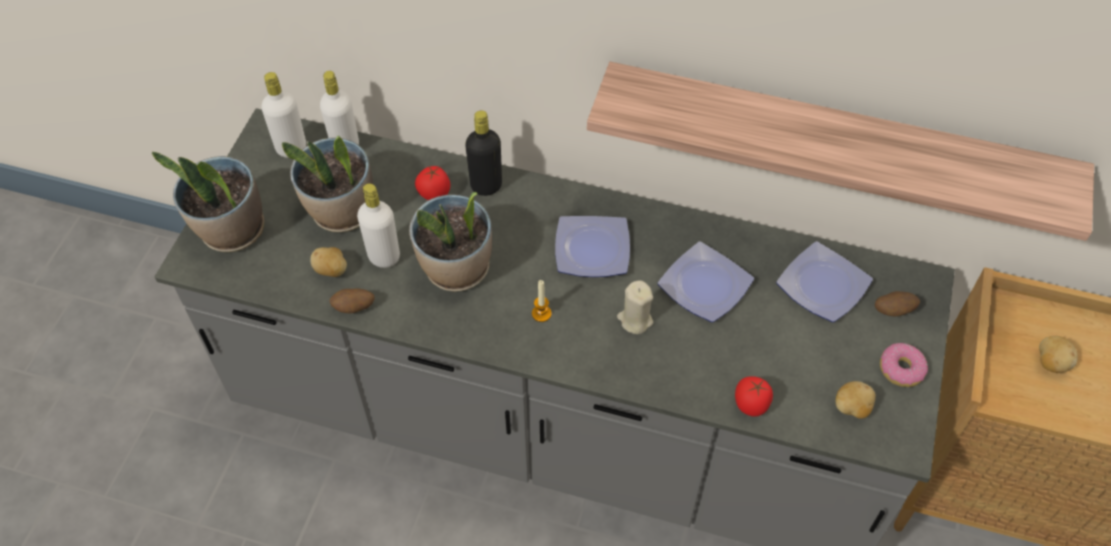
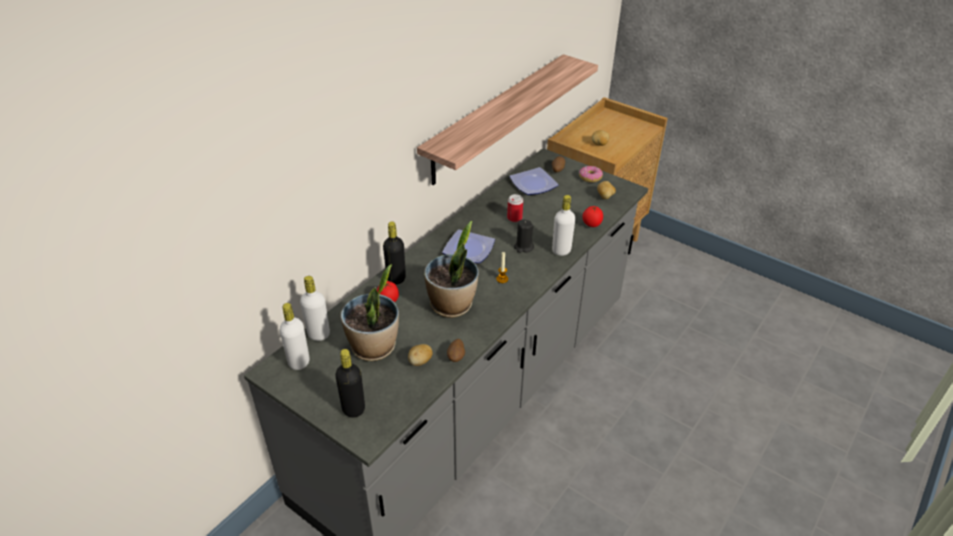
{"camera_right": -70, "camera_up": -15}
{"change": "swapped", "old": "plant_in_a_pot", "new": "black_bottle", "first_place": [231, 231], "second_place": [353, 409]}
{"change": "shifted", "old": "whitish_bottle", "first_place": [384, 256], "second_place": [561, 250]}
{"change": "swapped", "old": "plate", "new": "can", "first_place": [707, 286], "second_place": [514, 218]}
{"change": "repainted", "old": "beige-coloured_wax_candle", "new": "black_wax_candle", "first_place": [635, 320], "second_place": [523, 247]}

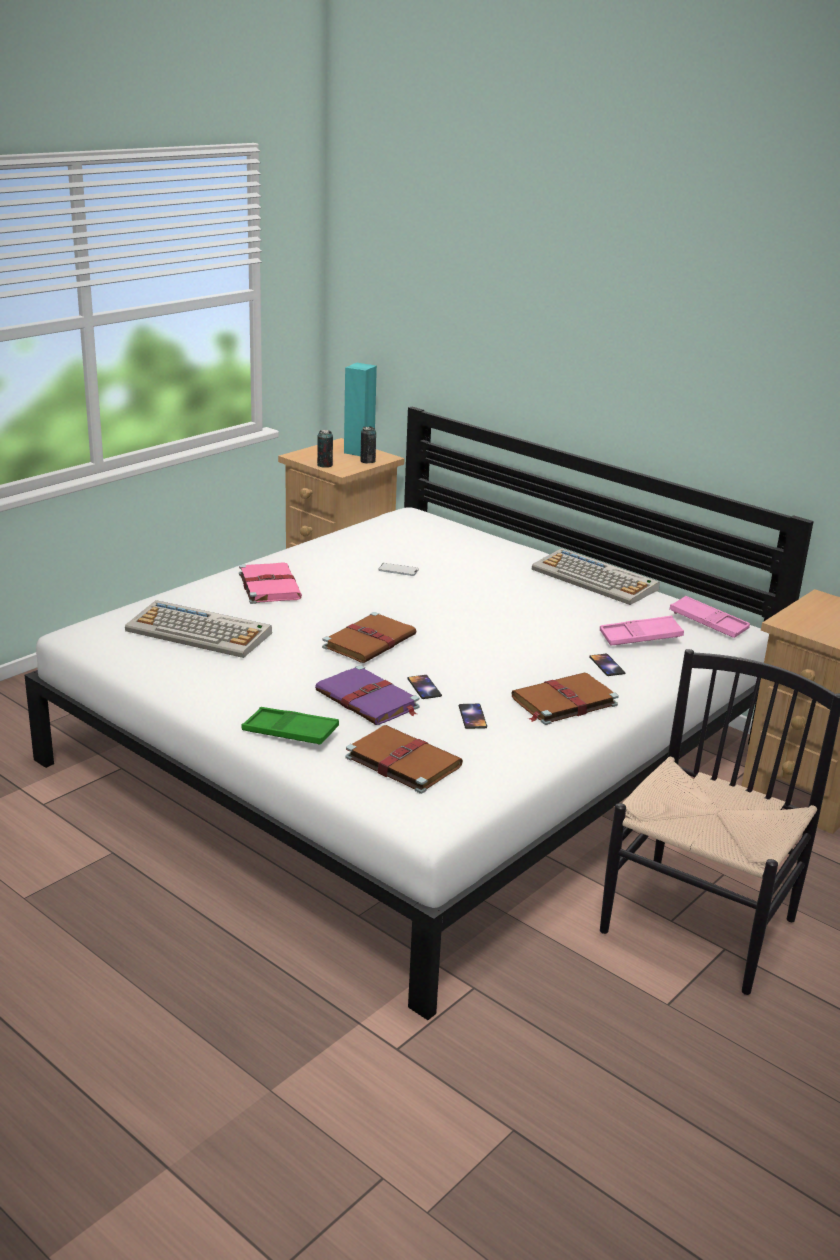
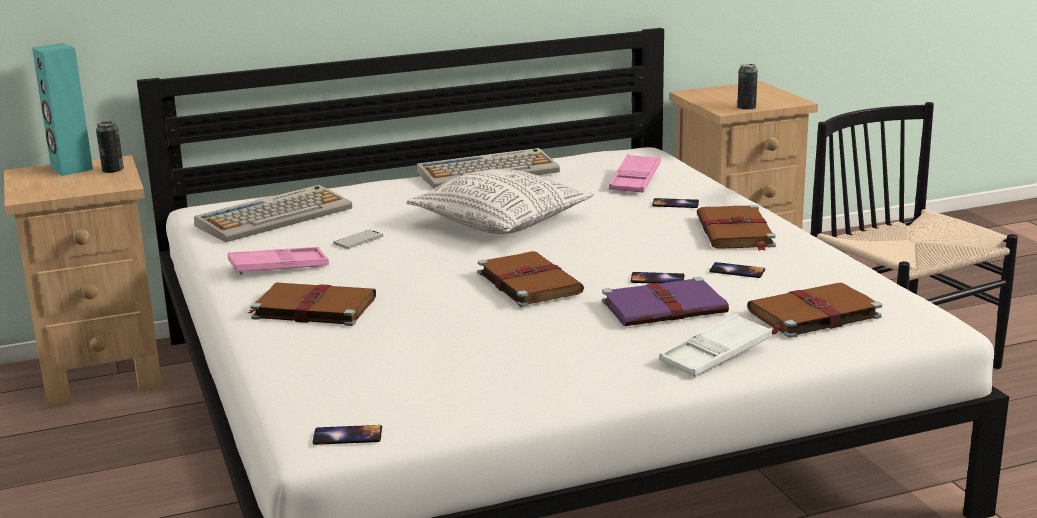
{"camera_right": -60, "camera_up": -5}
{"change": "shifted", "old": "can", "first_place": [324, 465], "second_place": [746, 107]}
{"change": "repainted", "old": "pink_book", "new": "brown-coloured_book", "first_place": [269, 585], "second_place": [312, 308]}
{"change": "shifted", "old": "pink_serving_tray", "first_place": [708, 622], "second_place": [278, 267]}
{"change": "shifted", "old": "computer_keyboard", "first_place": [200, 632], "second_place": [275, 216]}
{"change": "repainted", "old": "green-coloured_serving_tray", "new": "whitish_serving_tray", "first_place": [290, 732], "second_place": [715, 354]}
{"change": "new", "new": "pillow", "second_place": [501, 222]}
{"change": "new", "new": "handset", "second_place": [347, 435]}

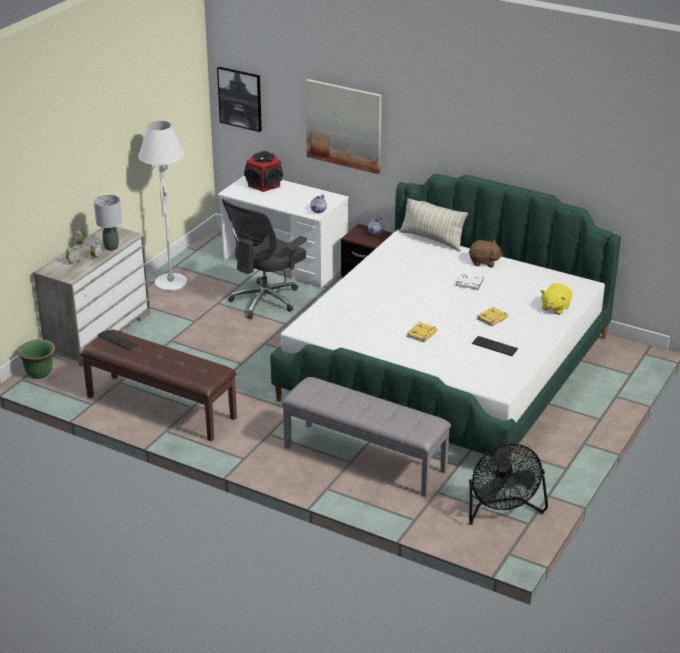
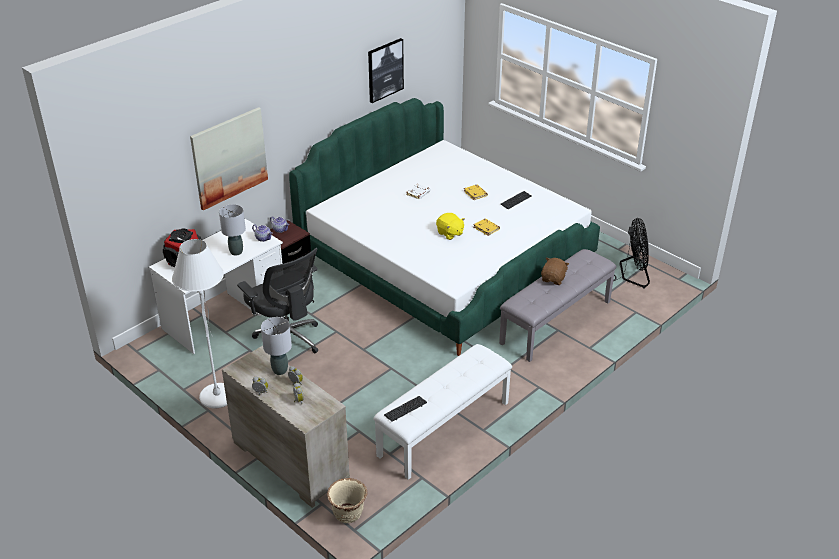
{"camera_right": -75, "camera_up": 5}
{"change": "shifted", "old": "picture", "first_place": [240, 98], "second_place": [385, 70]}
{"change": "gone", "old": "pillow", "first_place": [432, 239]}
{"change": "shifted", "old": "brown-coloured_plush_toy", "first_place": [484, 262], "second_place": [553, 279]}
{"change": "shifted", "old": "yellow_plush_toy", "first_place": [555, 307], "second_place": [450, 233]}
{"change": "repainted", "old": "brown-coloured_long_seat", "new": "whitish_long_seat", "first_place": [160, 407], "second_place": [444, 429]}
{"change": "repainted", "old": "green-coloured_plant_pot", "new": "beige-coloured_plant_pot", "first_place": [39, 373], "second_place": [348, 514]}
{"change": "new", "new": "grey_table_lamp", "second_place": [236, 252]}

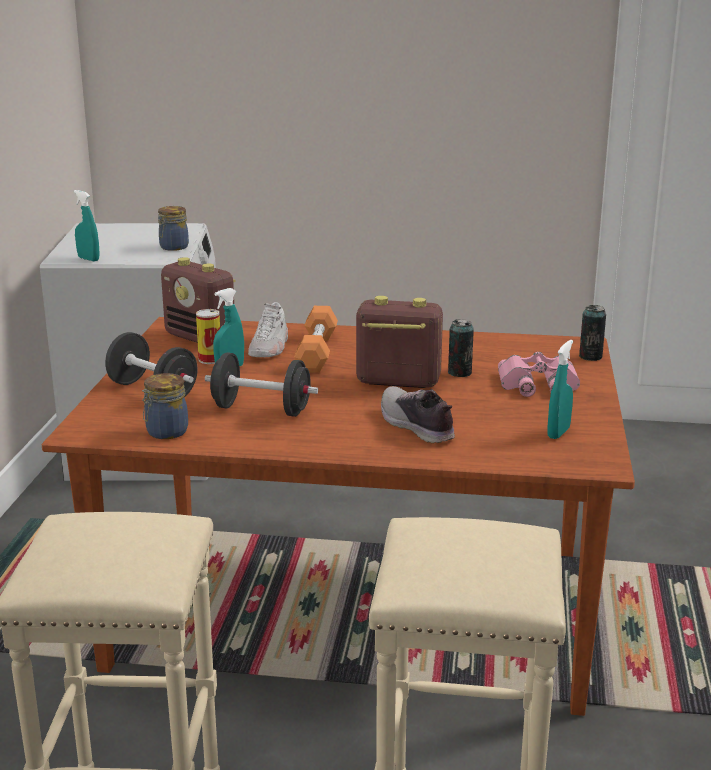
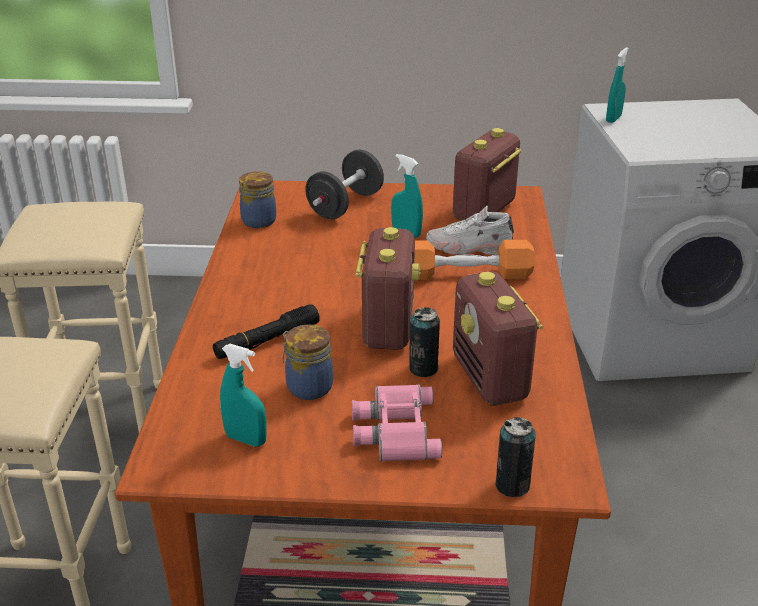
{"camera_right": 85, "camera_up": 10}
{"change": "shifted", "old": "jar", "first_place": [173, 247], "second_place": [307, 387]}
{"change": "gone", "old": "can", "first_place": [210, 359]}
{"change": "gone", "old": "black_dumbbell", "first_place": [261, 410]}
{"change": "swapped", "old": "shoe", "new": "black_hand_torch", "first_place": [415, 426], "second_place": [267, 341]}
{"change": "new", "new": "radio_receiver", "second_place": [490, 379]}

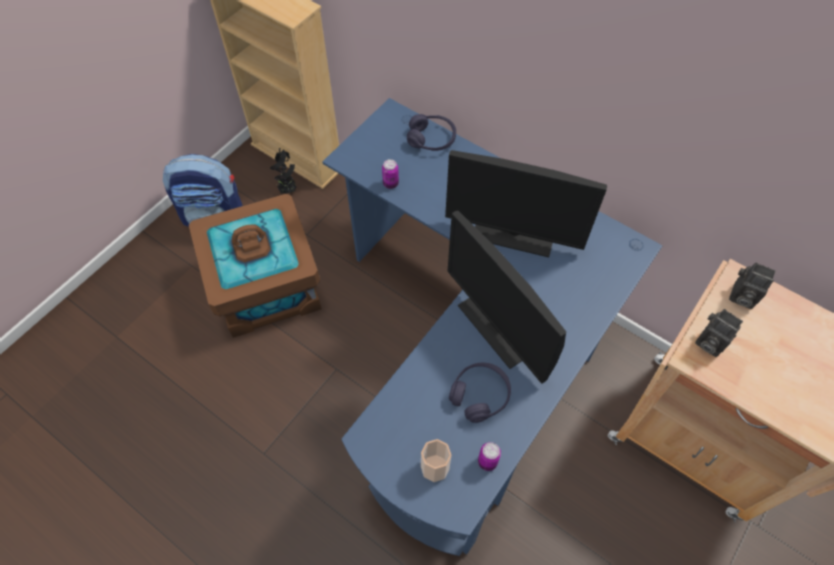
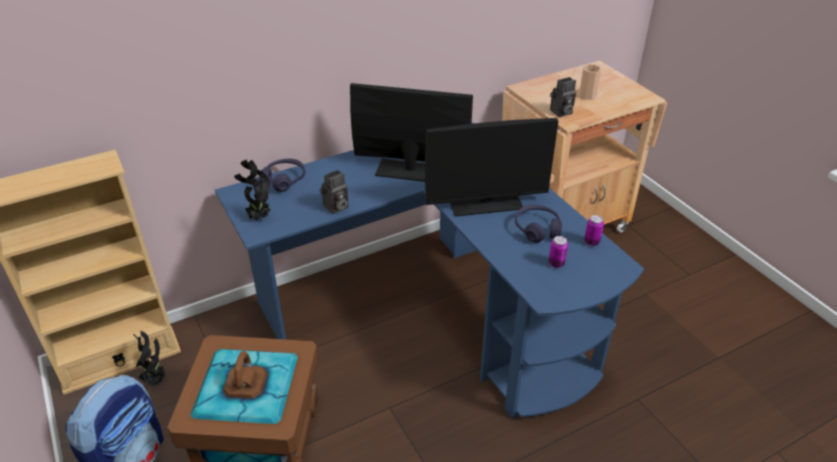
{"camera_right": -65, "camera_up": -20}
{"change": "rotated", "old": "monitor", "first_place": [513, 234], "second_place": [410, 171], "degrees": -120}
{"change": "shifted", "old": "can", "first_place": [390, 184], "second_place": [556, 263]}
{"change": "shifted", "old": "still_camera", "first_place": [740, 297], "second_place": [335, 207]}
{"change": "shifted", "old": "small_cup", "first_place": [435, 467], "second_place": [587, 95]}
{"change": "new", "new": "plant_in_a_pot", "second_place": [258, 218]}

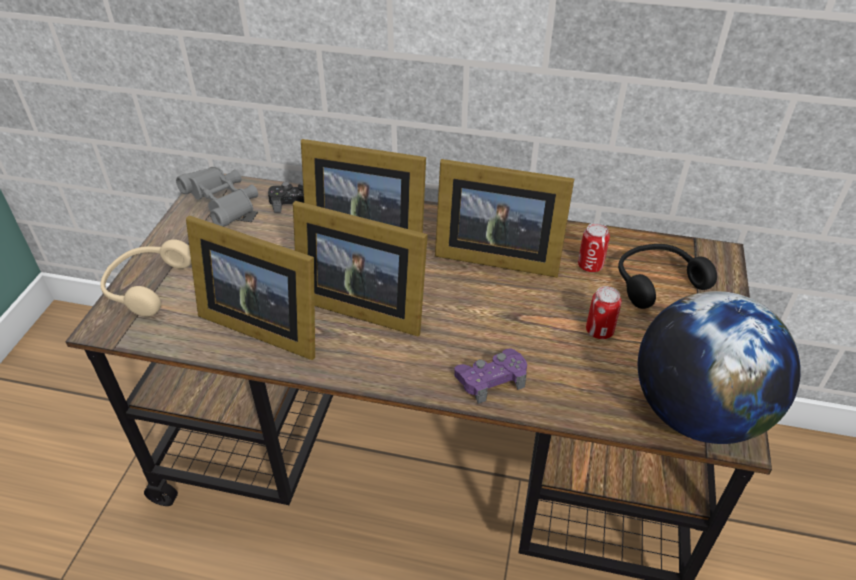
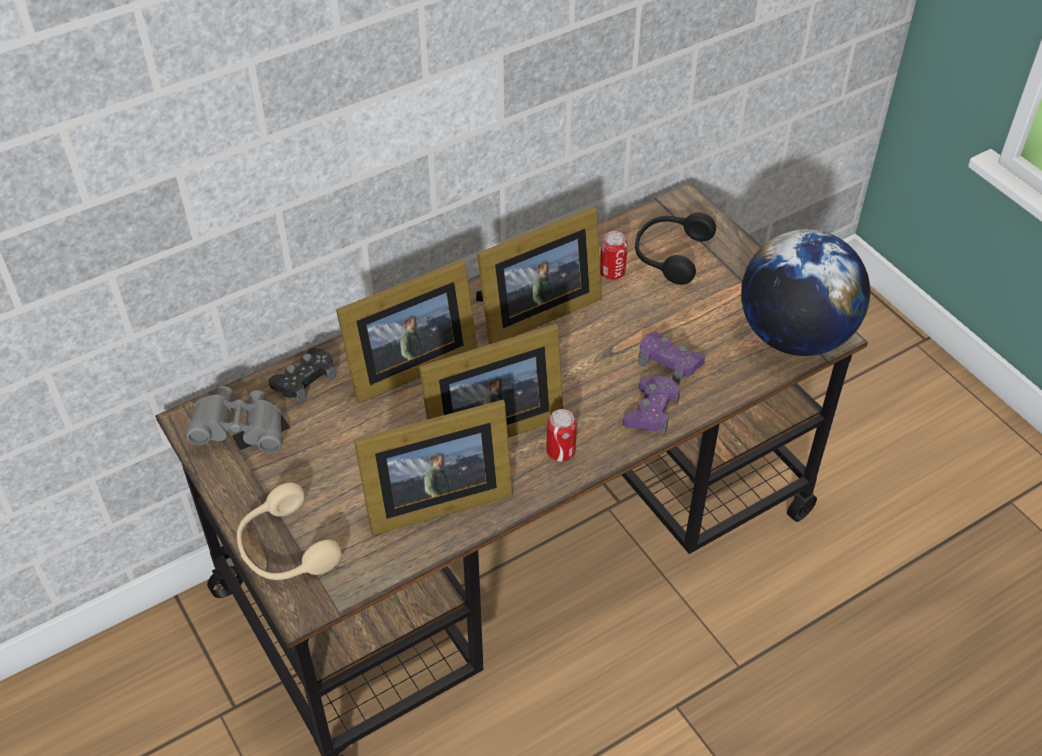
{"camera_right": -45, "camera_up": 5}
{"change": "shifted", "old": "can", "first_place": [599, 331], "second_place": [560, 452]}
{"change": "new", "new": "purple_gamepad", "second_place": [669, 362]}

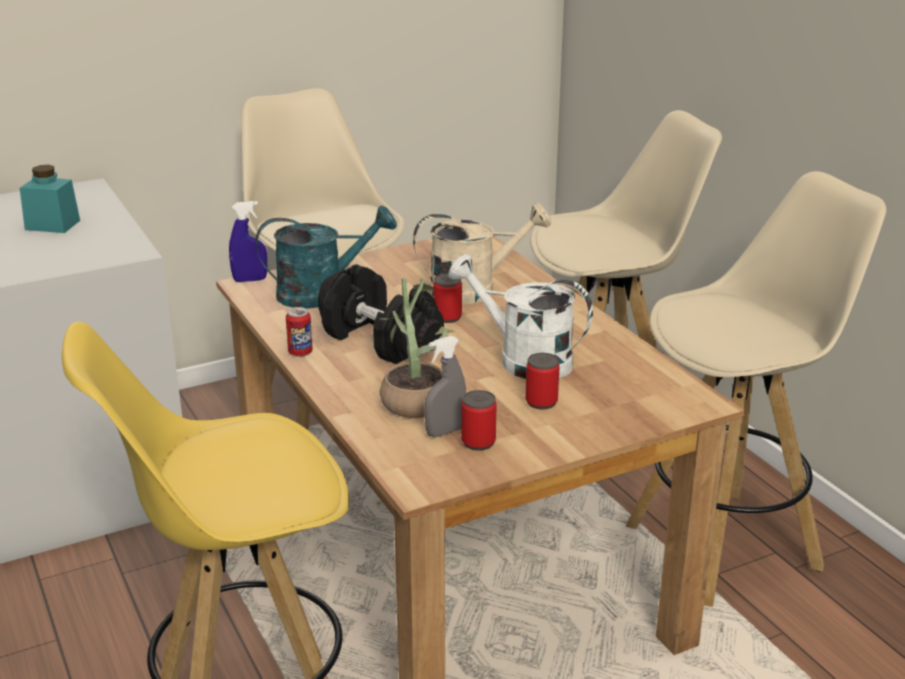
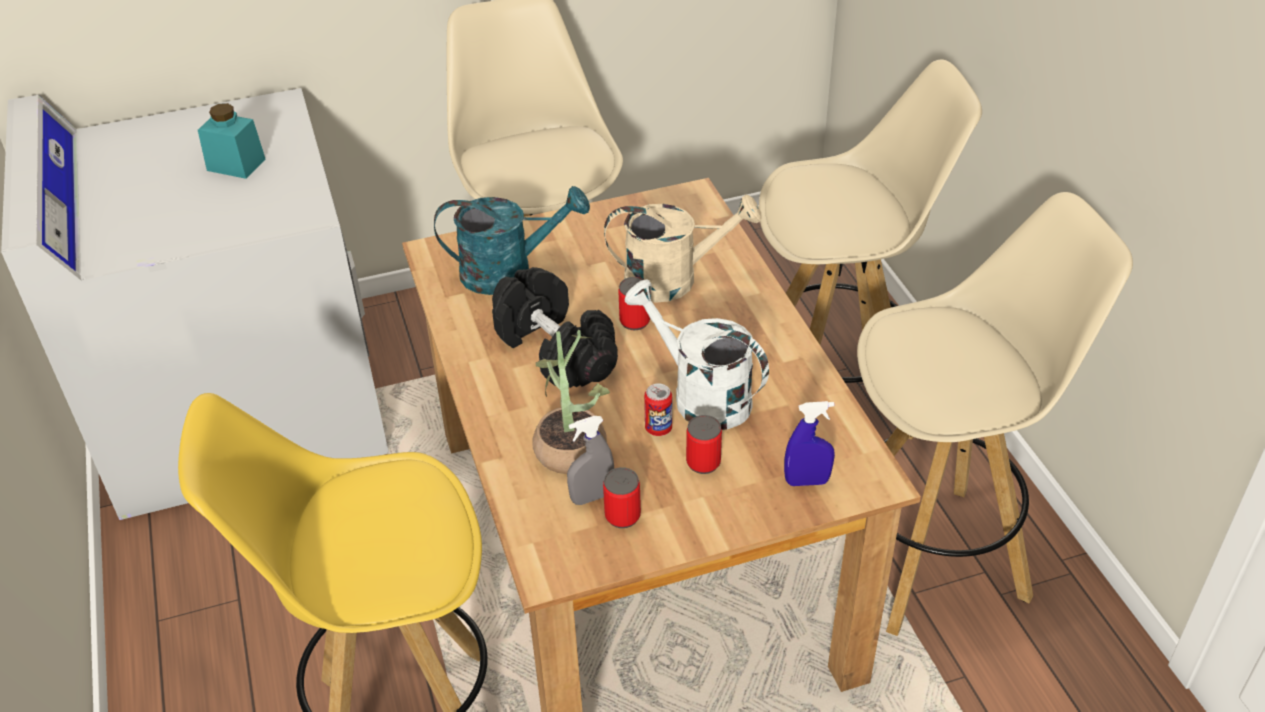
{"camera_right": 10, "camera_up": 15}
{"change": "shifted", "old": "blue_spray_bottle", "first_place": [250, 280], "second_place": [807, 481]}
{"change": "shifted", "old": "can", "first_place": [300, 352], "second_place": [658, 428]}

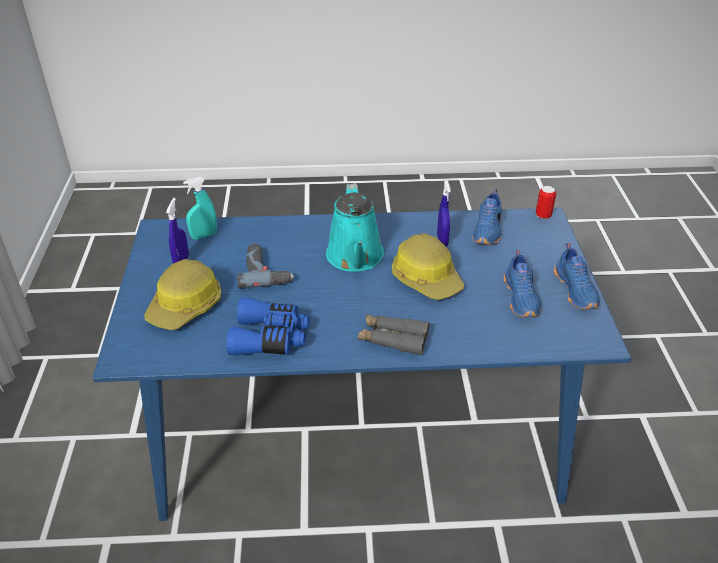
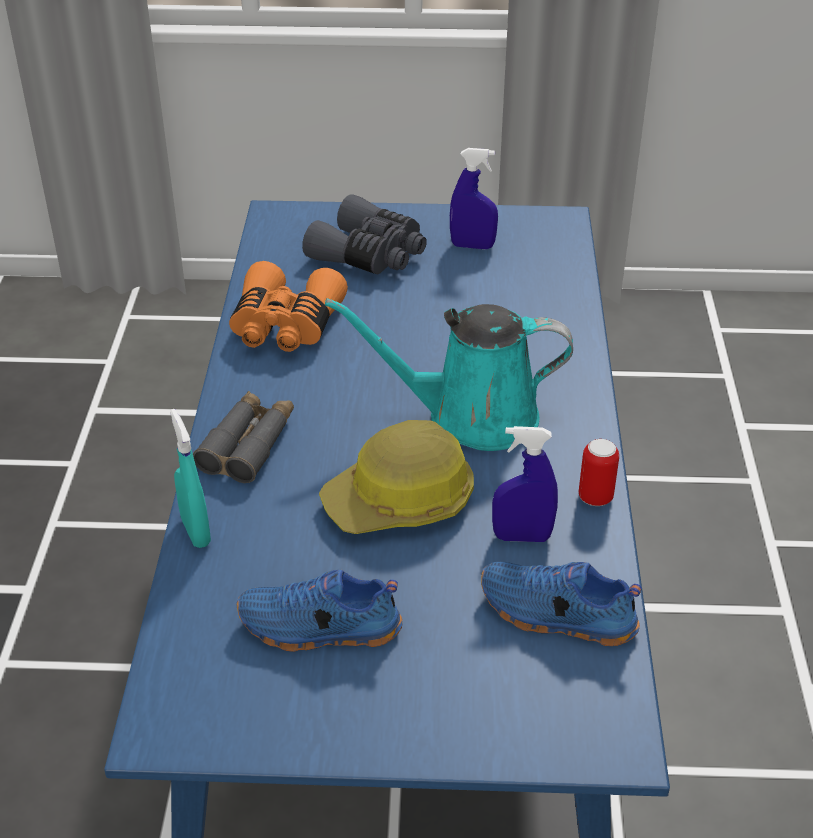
{"camera_right": 95, "camera_up": 0}
{"change": "shifted", "old": "turquoise_spray_bottle", "first_place": [204, 235], "second_place": [195, 531]}
{"change": "shifted", "old": "can", "first_place": [543, 215], "second_place": [595, 497]}
{"change": "gone", "old": "drill", "first_place": [266, 271]}
{"change": "gone", "old": "blue_shoe", "first_place": [576, 290]}
{"change": "swapped", "old": "hard_hat", "new": "grey_field_glasses", "first_place": [186, 306], "second_place": [370, 254]}
{"change": "repainted", "old": "blue_field_glasses", "new": "orangey_field_glasses", "first_place": [270, 337], "second_place": [285, 326]}

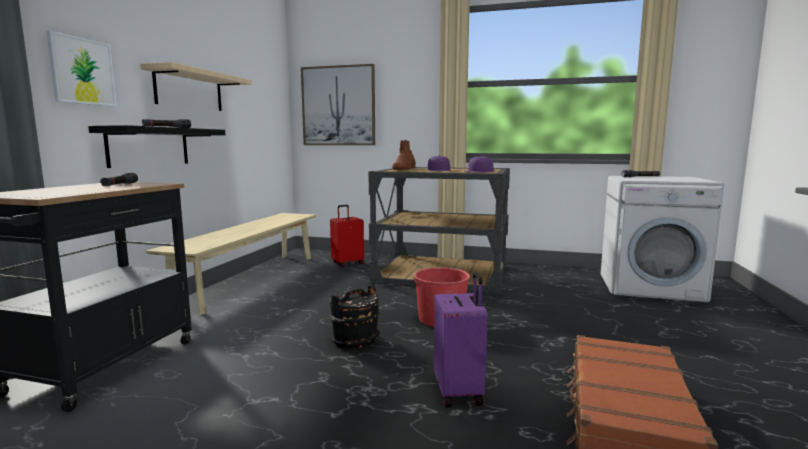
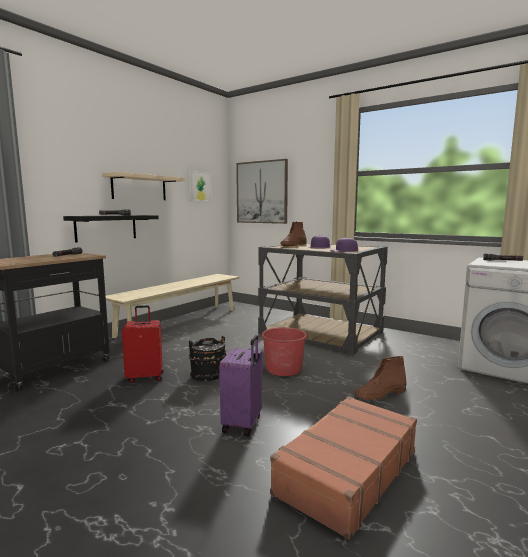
{"camera_right": 20, "camera_up": 0}
{"change": "shifted", "old": "picture", "first_place": [82, 71], "second_place": [199, 186]}
{"change": "shifted", "old": "red-coloured_suitcase", "first_place": [347, 263], "second_place": [145, 377]}
{"change": "new", "new": "brown-coloured_tall_boot", "second_place": [380, 394]}

